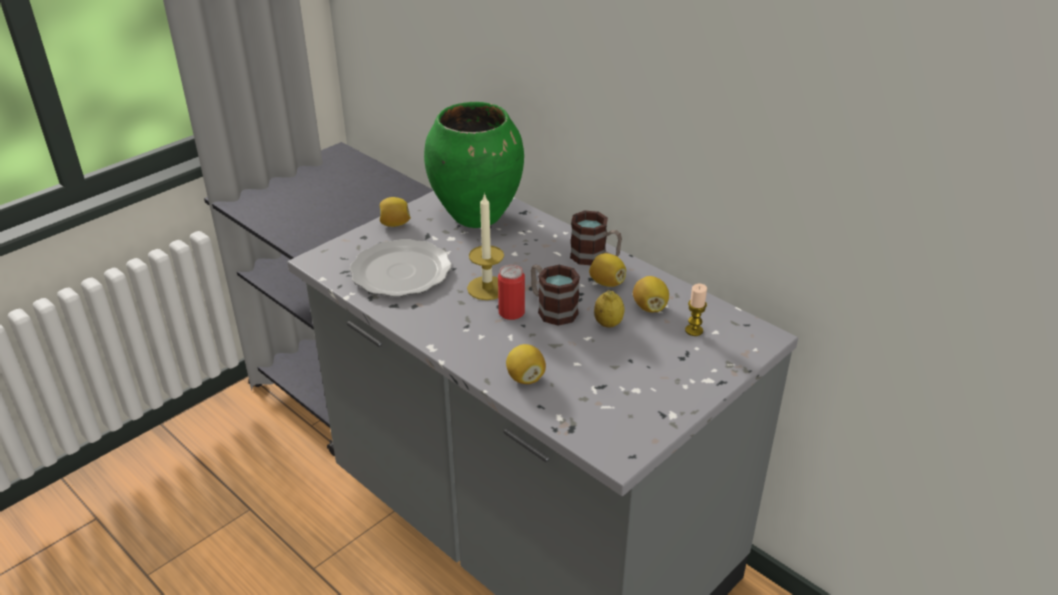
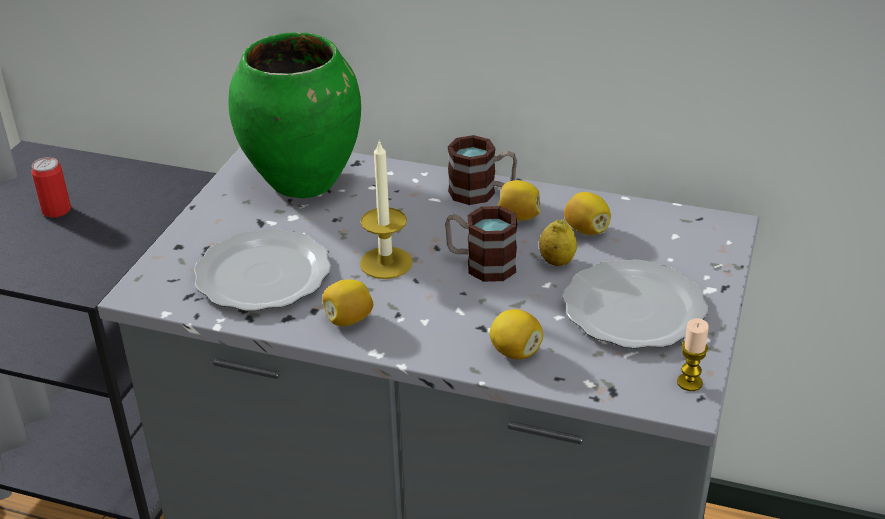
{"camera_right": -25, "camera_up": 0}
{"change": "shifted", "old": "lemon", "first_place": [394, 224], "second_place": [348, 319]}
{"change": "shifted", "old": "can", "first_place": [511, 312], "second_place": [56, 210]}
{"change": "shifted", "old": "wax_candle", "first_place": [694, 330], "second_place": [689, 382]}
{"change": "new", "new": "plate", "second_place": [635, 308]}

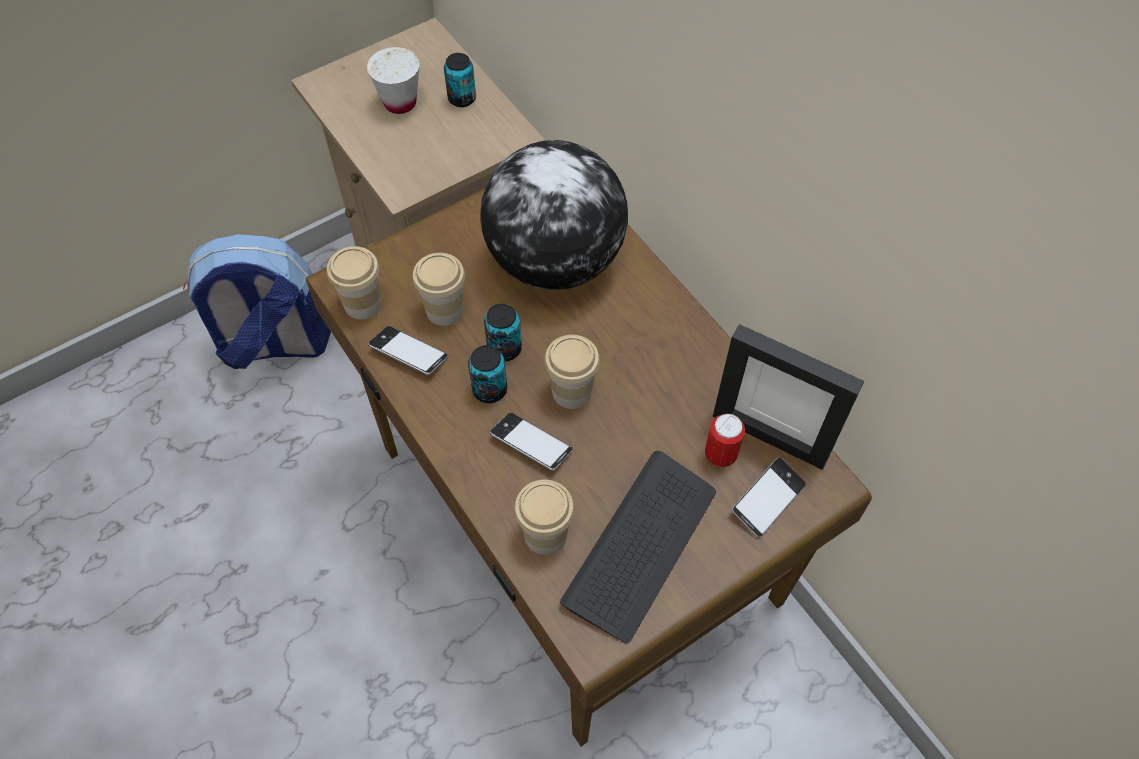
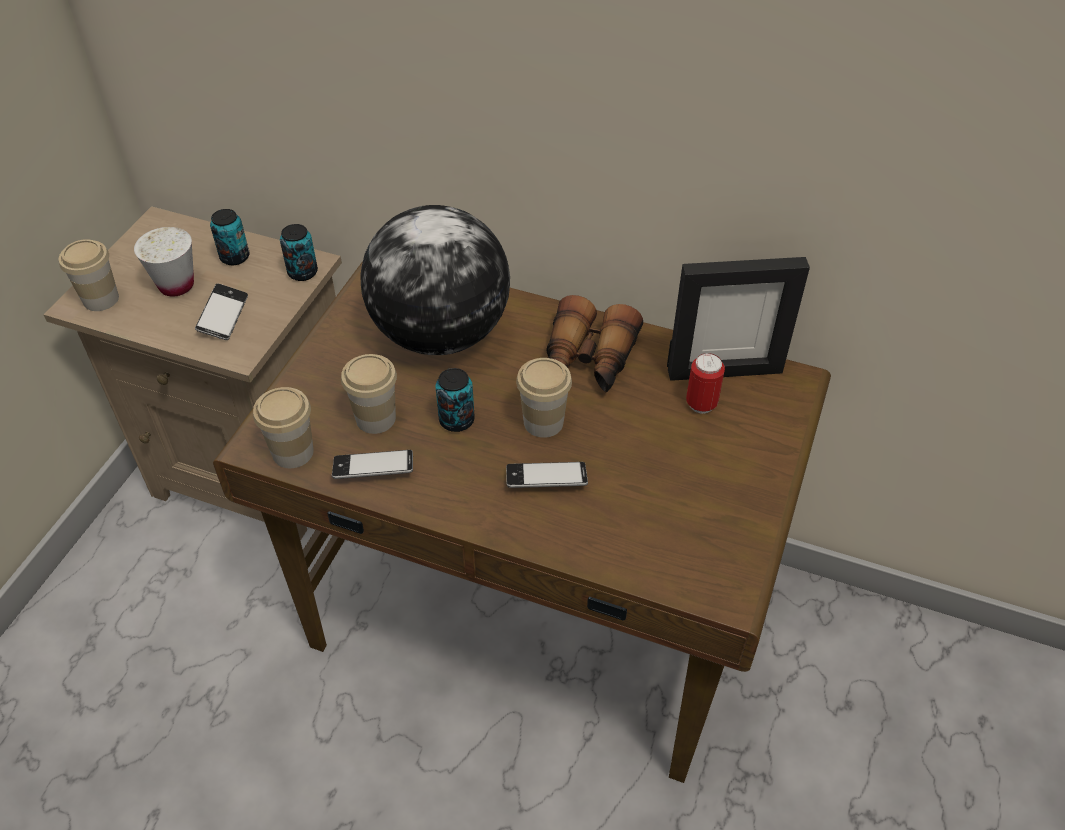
{"camera_right": -35, "camera_up": -10}
{"change": "gone", "old": "backpack", "first_place": [274, 344]}
{"change": "shifted", "old": "can", "first_place": [489, 389], "second_place": [302, 272]}
{"change": "gone", "old": "computer_keyboard", "first_place": [640, 546]}
{"change": "shifted", "old": "handset", "first_place": [767, 500], "second_place": [223, 316]}
{"change": "shifted", "old": "small_cup", "first_place": [545, 535], "second_place": [101, 299]}
{"change": "new", "new": "field_glasses", "second_place": [588, 361]}

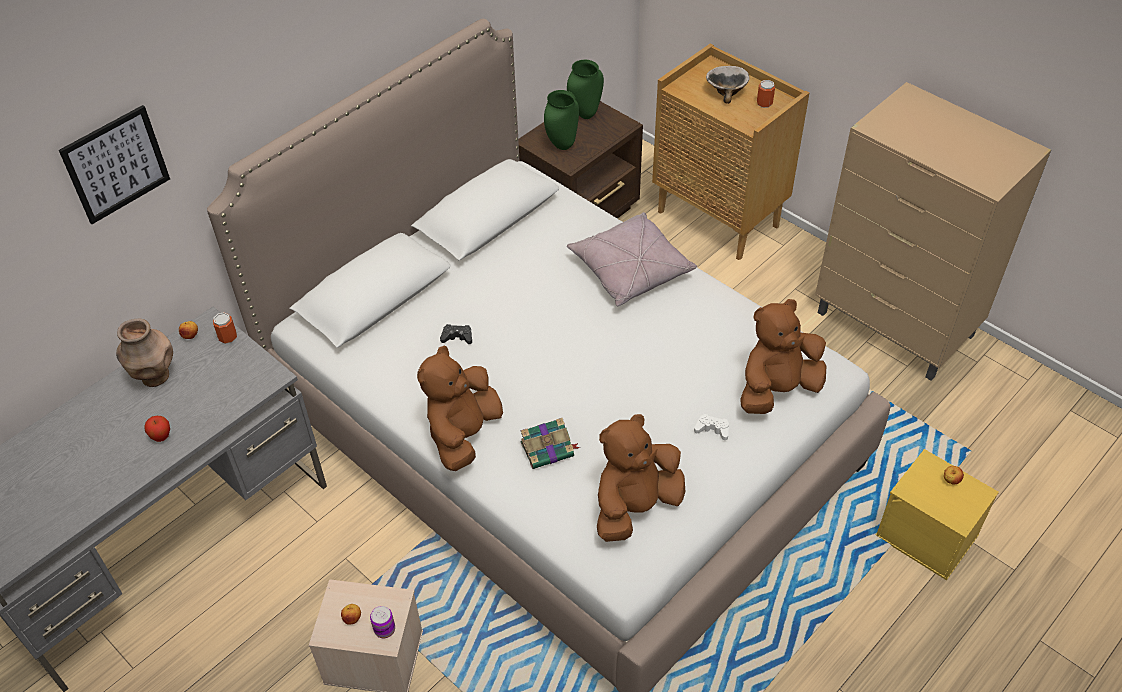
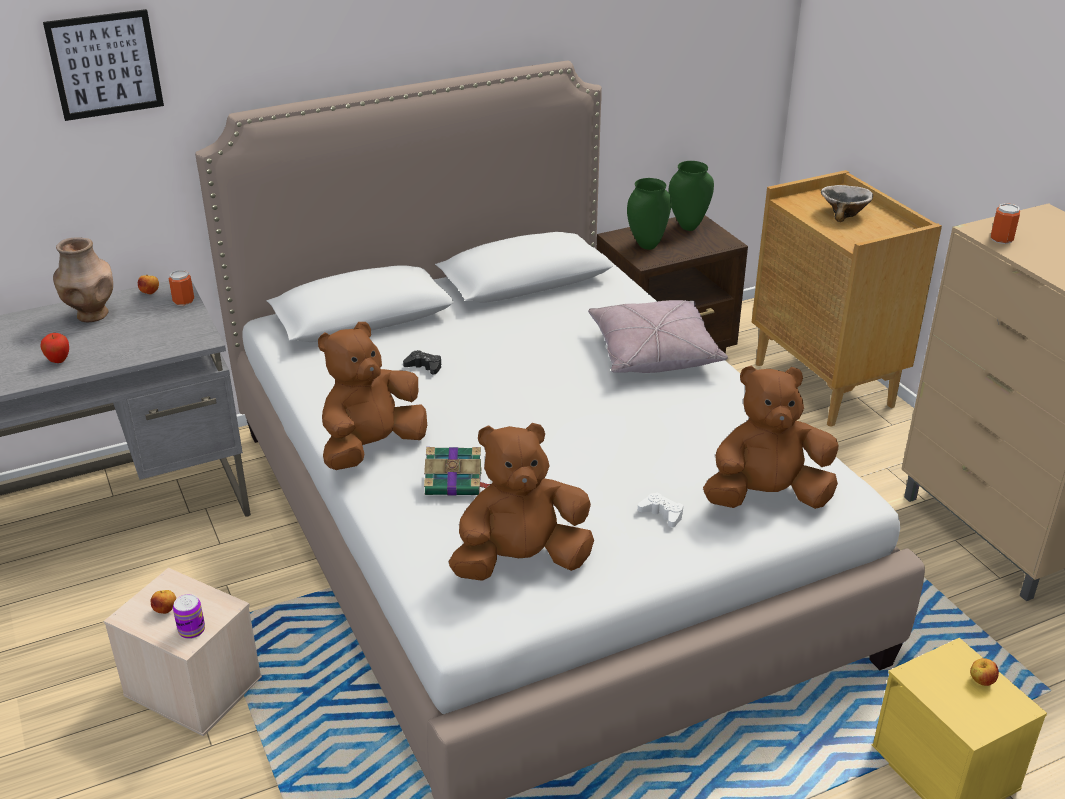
{"camera_right": 20, "camera_up": -15}
{"change": "shifted", "old": "can", "first_place": [764, 103], "second_place": [1001, 239]}

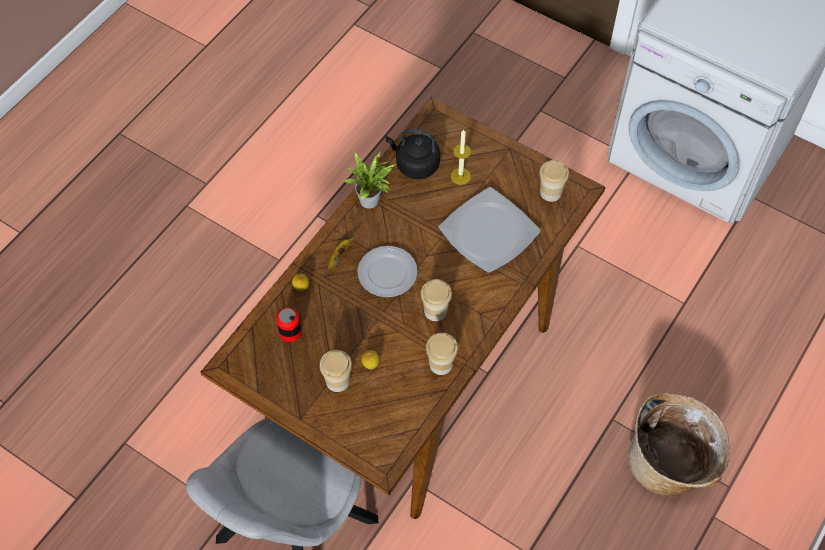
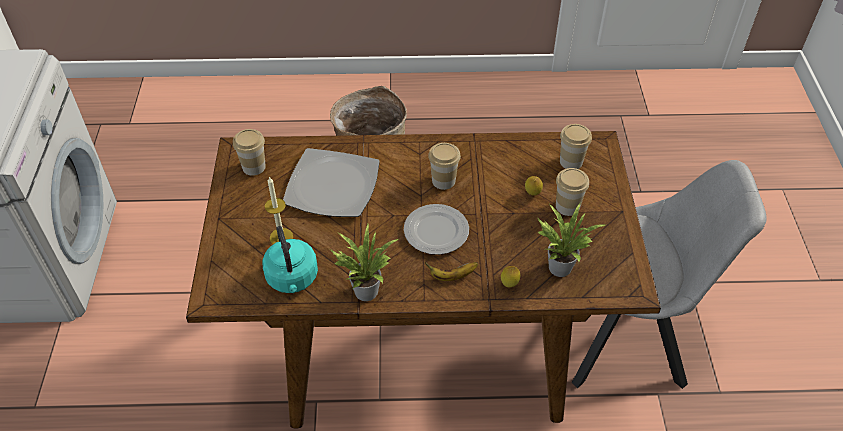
{"camera_right": -125, "camera_up": -10}
{"change": "repainted", "old": "black_tea_kettle", "new": "turquoise_tea_kettle", "first_place": [415, 165], "second_place": [293, 279]}
{"change": "swapped", "old": "can", "new": "plant_in_a_pot", "first_place": [290, 332], "second_place": [559, 265]}
{"change": "shifted", "old": "small_cup", "first_place": [441, 364], "second_place": [571, 162]}

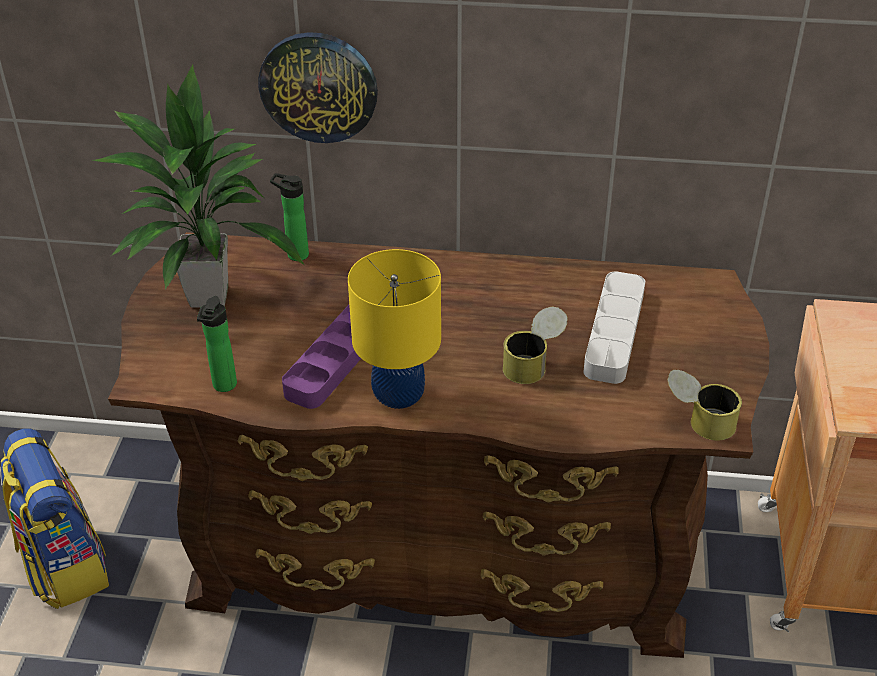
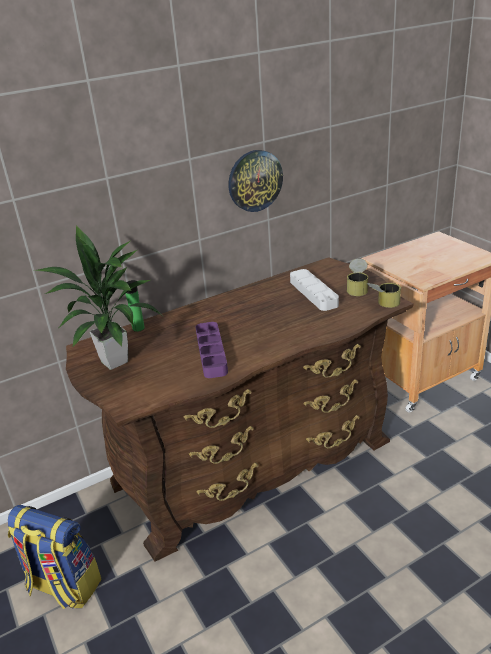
{"camera_right": -35, "camera_up": -10}
{"change": "shifted", "old": "hanging_clock", "first_place": [318, 87], "second_place": [255, 180]}
{"change": "gone", "old": "yellow_table_lamp", "first_place": [400, 398]}
{"change": "gone", "old": "bottle", "first_place": [223, 387]}
{"change": "shifted", "old": "can", "first_place": [534, 363], "second_place": [357, 288]}

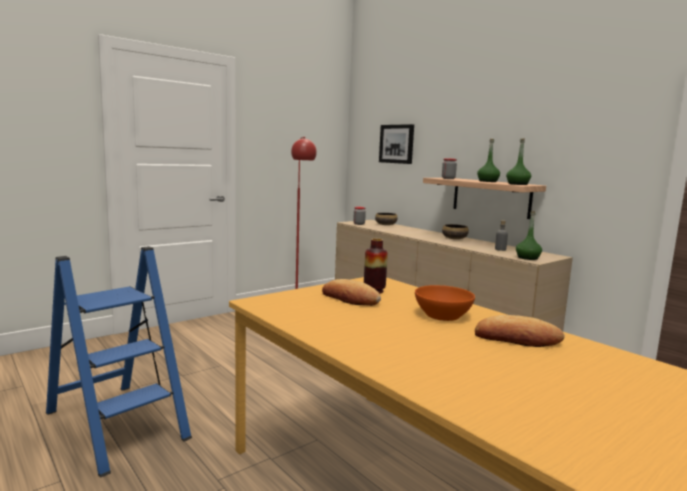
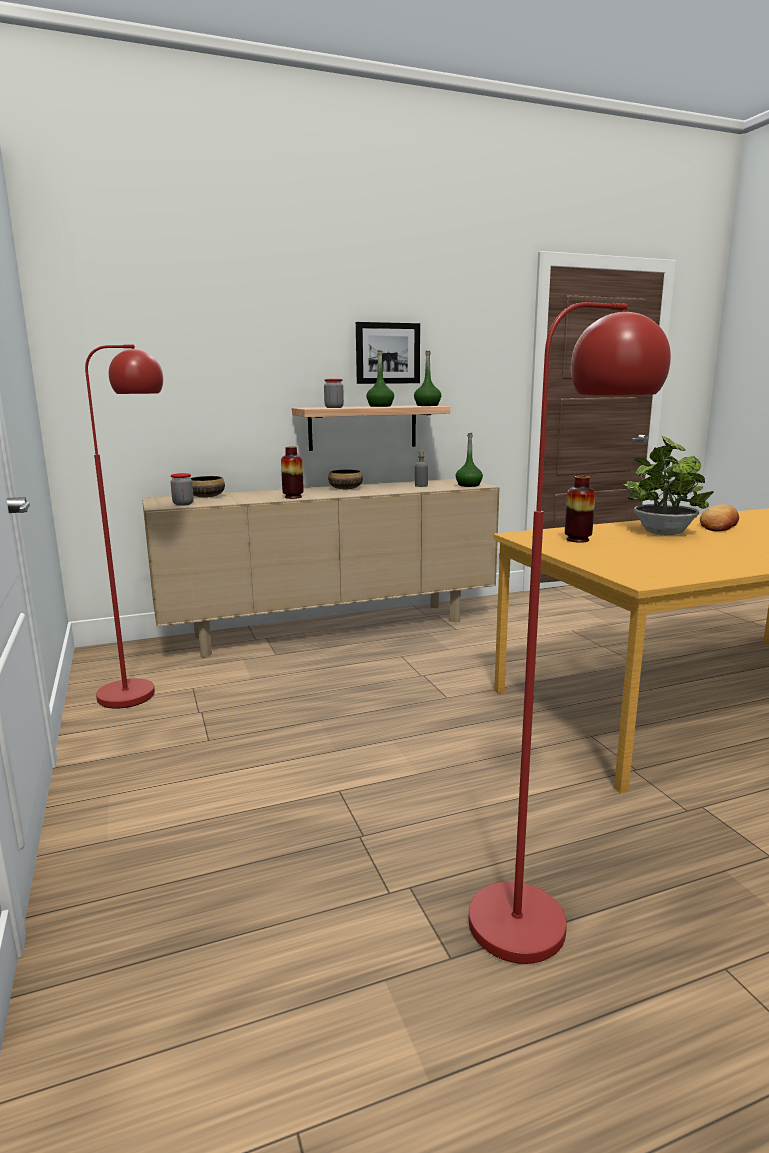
{"camera_right": -70, "camera_up": 5}
{"change": "shifted", "old": "picture", "first_place": [397, 144], "second_place": [387, 353]}
{"change": "swapped", "old": "blue_stepladder", "new": "red-coloured_standing_lamp", "first_place": [115, 424], "second_place": [540, 914]}
{"change": "gone", "old": "bakery_bread", "first_place": [350, 299]}
{"change": "swapped", "old": "orangey_serving_bowl", "new": "plant_in_a_pot", "first_place": [442, 315], "second_place": [662, 532]}
{"change": "new", "new": "decorative_vase", "second_place": [293, 497]}

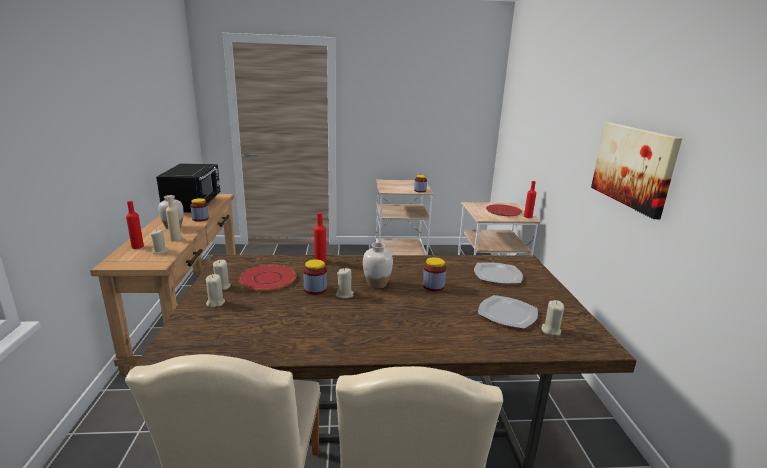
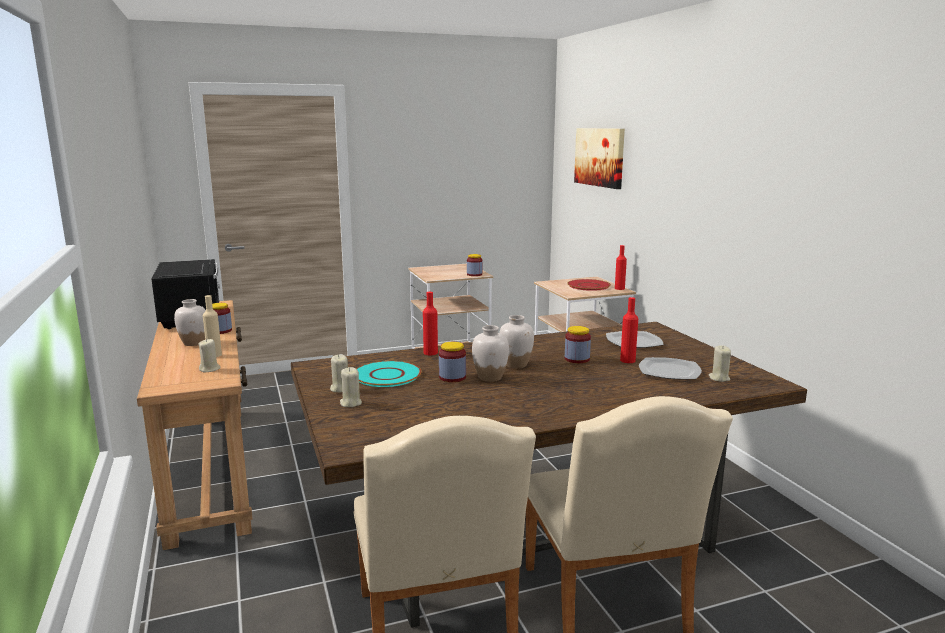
{"camera_right": -15, "camera_up": -5}
{"change": "shifted", "old": "picture", "first_place": [633, 166], "second_place": [600, 157]}
{"change": "shifted", "old": "red-coloured_bottle", "first_place": [137, 246], "second_place": [627, 360]}
{"change": "repainted", "old": "red-coloured_plate", "new": "turquoise_plate", "first_place": [267, 278], "second_place": [386, 375]}
{"change": "swapped", "old": "beige-coloured_wax_candle", "new": "whitish_decorative_vase", "first_place": [344, 294], "second_place": [490, 377]}

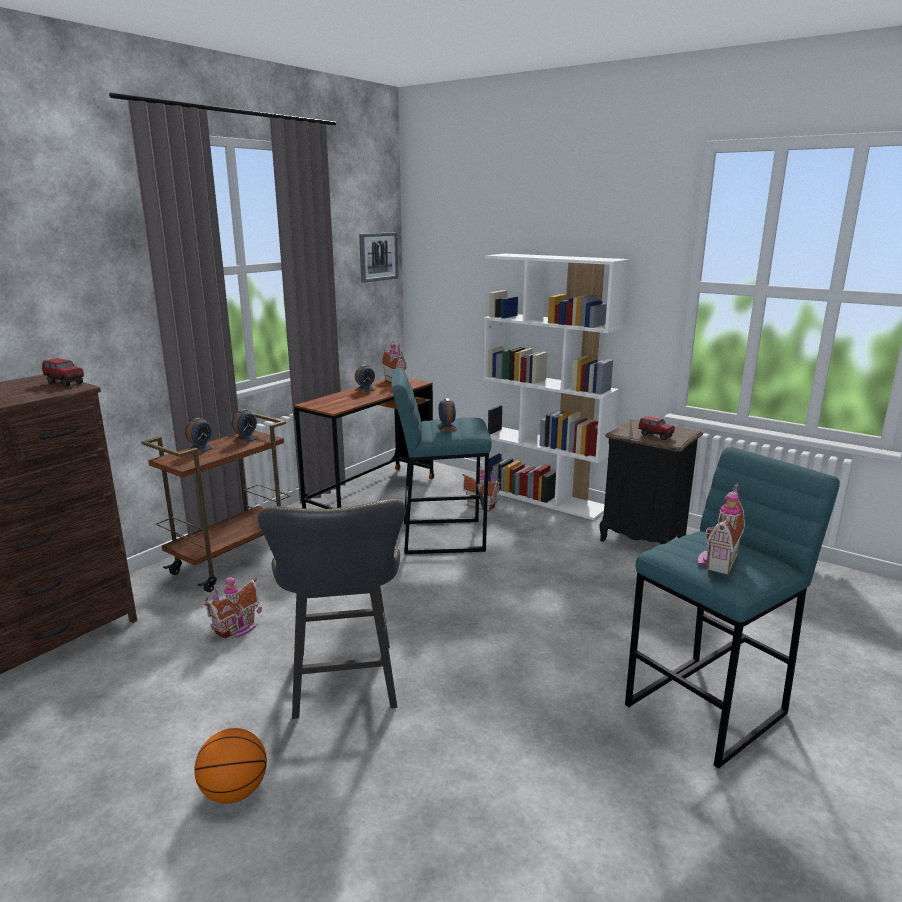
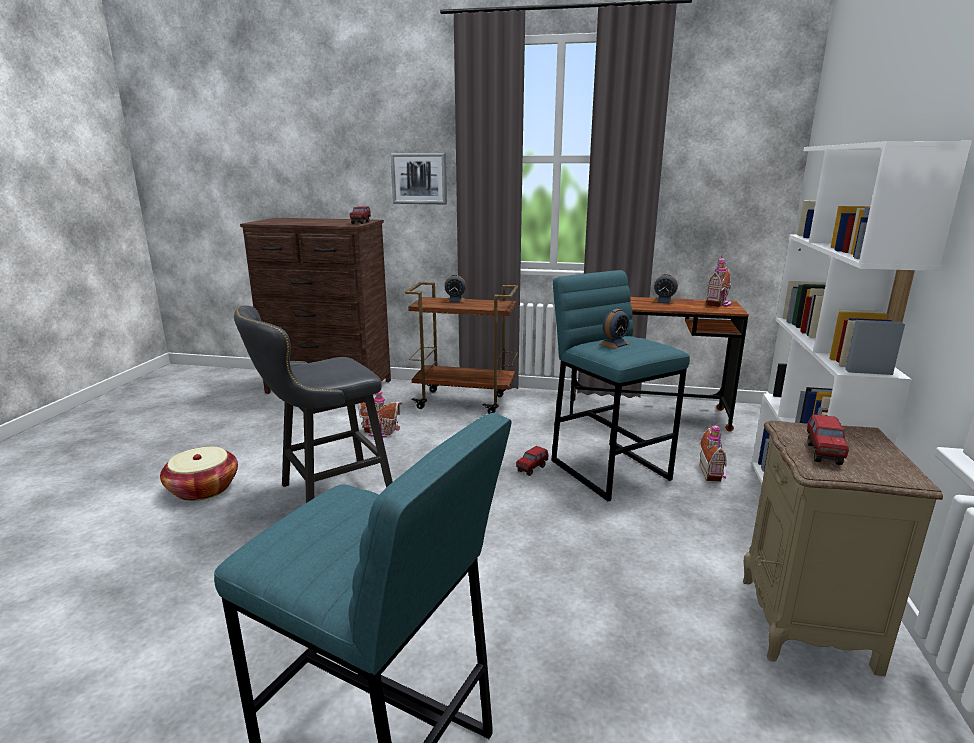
{"camera_right": 65, "camera_up": 0}
{"change": "shifted", "old": "picture", "first_place": [378, 256], "second_place": [419, 178]}
{"change": "gone", "old": "alarm_clock", "first_place": [246, 439]}
{"change": "repainted", "old": "black_bedside_table", "new": "beige-coloured_bedside_table", "first_place": [643, 540], "second_place": [803, 624]}
{"change": "gone", "old": "toy_house", "first_place": [716, 562]}
{"change": "swapped", "old": "basketball_ball", "new": "basket", "first_place": [234, 791], "second_place": [203, 489]}
{"change": "new", "new": "toy_truck", "second_place": [532, 469]}

